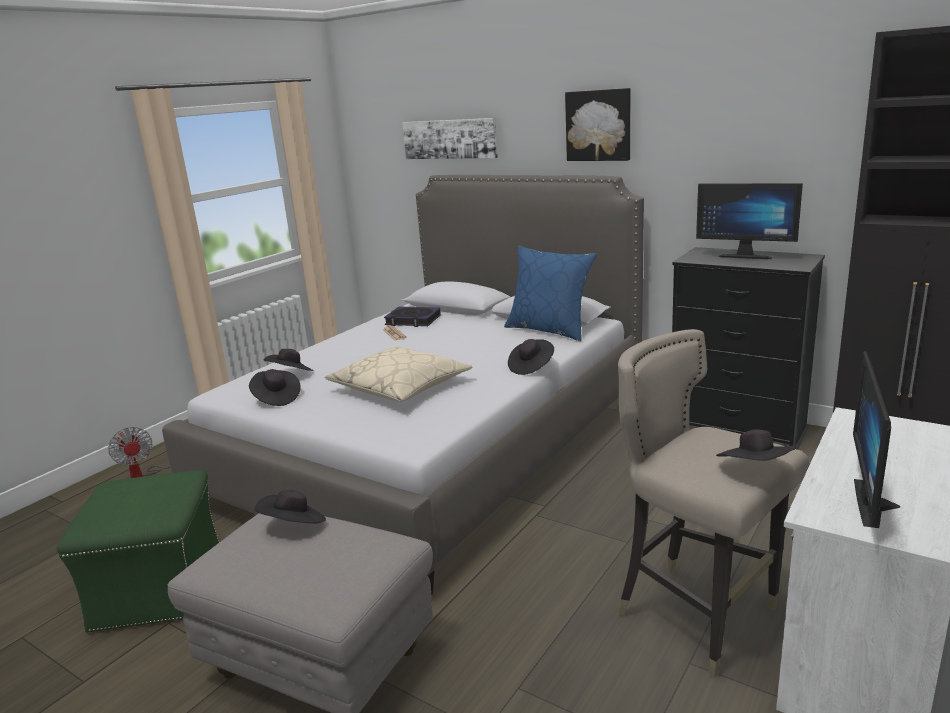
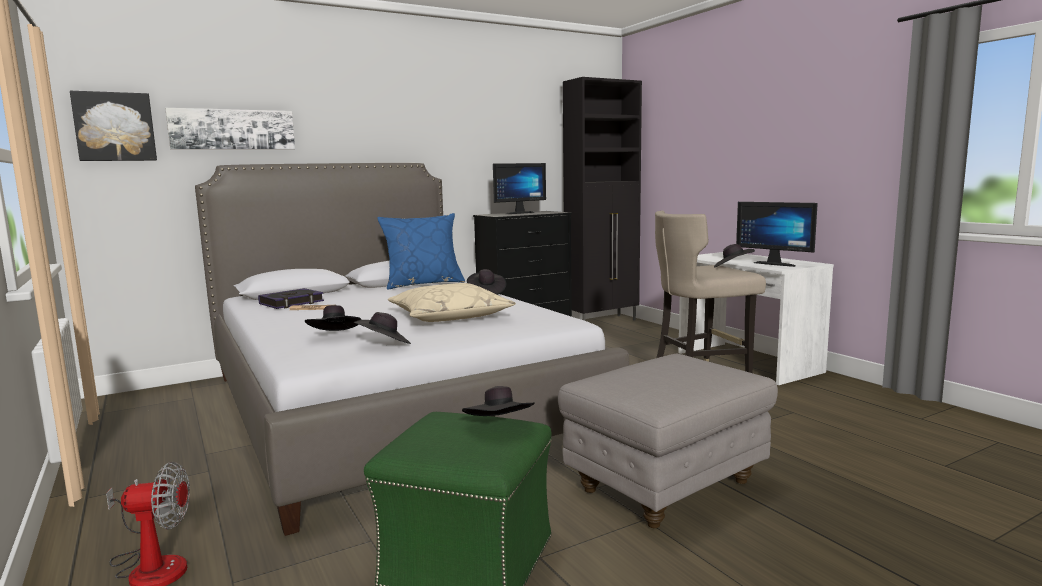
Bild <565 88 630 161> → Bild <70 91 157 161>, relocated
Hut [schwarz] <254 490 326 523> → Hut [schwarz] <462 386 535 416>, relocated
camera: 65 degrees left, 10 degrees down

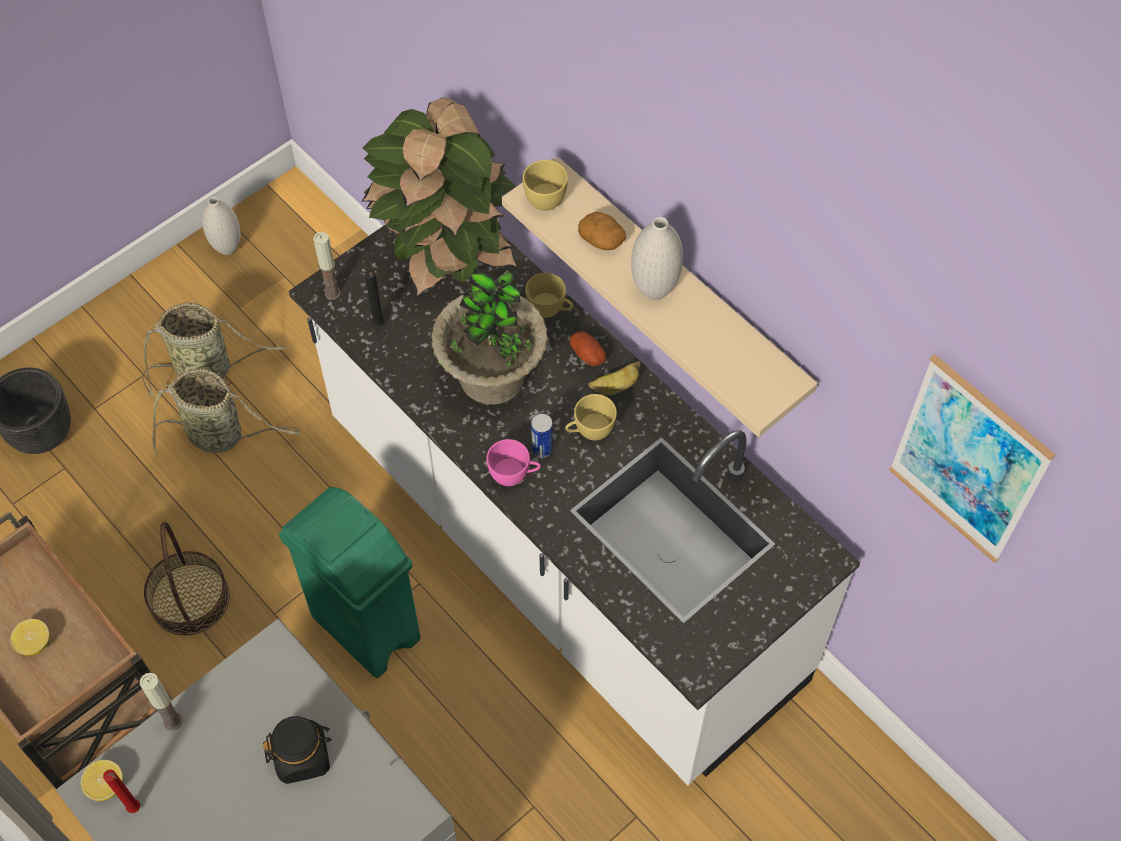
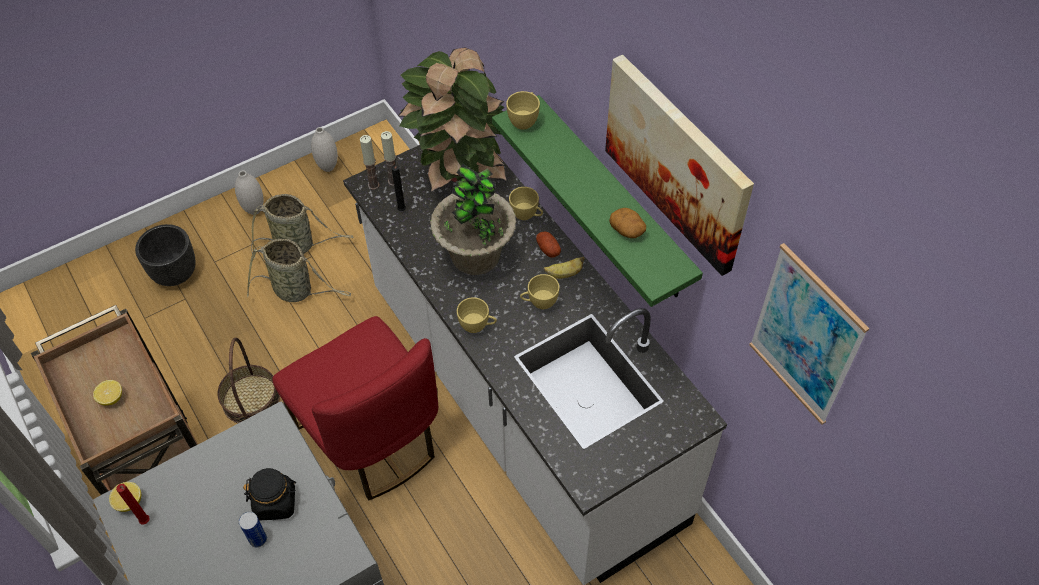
Wandregal [beige] <502 157 818 437> → Wandregal [grün] <492 95 703 307>
Kartoffel <578 212 626 250> → Kartoffel <609 208 646 238>, relocated
Vase [weiß] <631 217 683 300> → Vase [weiß] <235 171 264 215>, relocated
Dose <531 414 553 458> → Dose <239 512 267 547>, relocated
Tasse [rosa] <487 439 541 486> → Tasse [gelb] <457 297 497 333>
Mülleimer [grün] <279 487 421 678> → Stuhl [rot] <272 316 438 500>
Kerze <140 673 183 730> → Kerze <381 131 396 186>, relocated
- → Bild <605 55 754 276>
camera: 10 degrees right, 5 degrees down

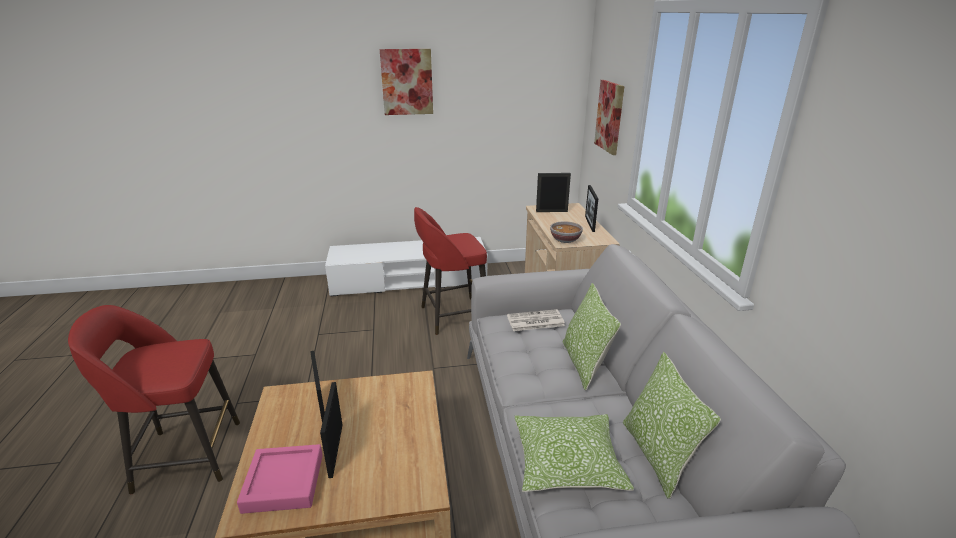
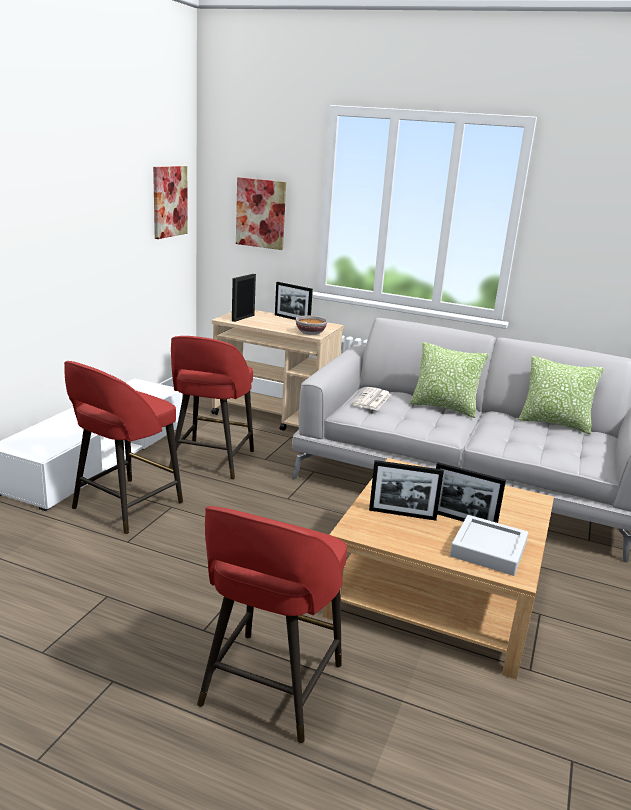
Bild <380 49 433 115> → Bild <153 166 187 239>, relocated
Kissen <515 414 634 492> → -
Tablett [rosa] <237 444 323 514> → Tablett [grau] <450 515 528 576>
- → Hocker [rot] <64 361 183 534>
camera: 60 degrees left, 5 degrees down

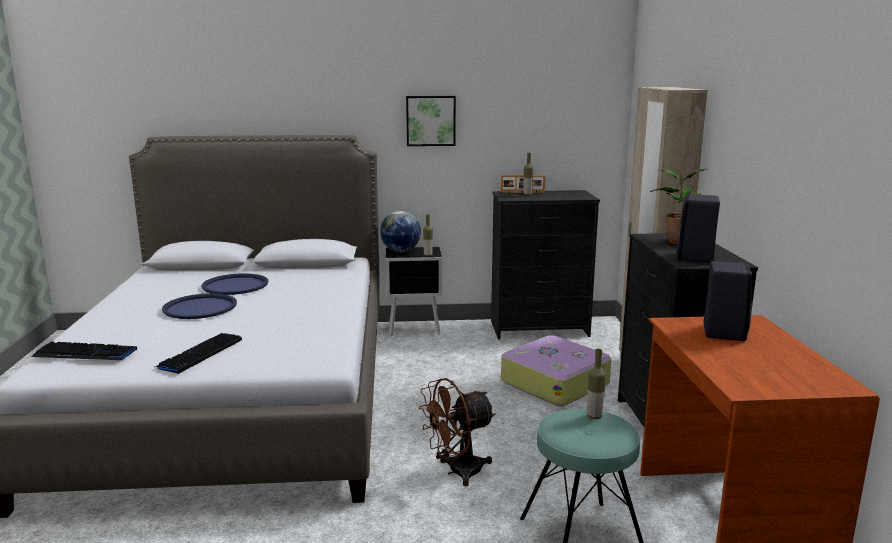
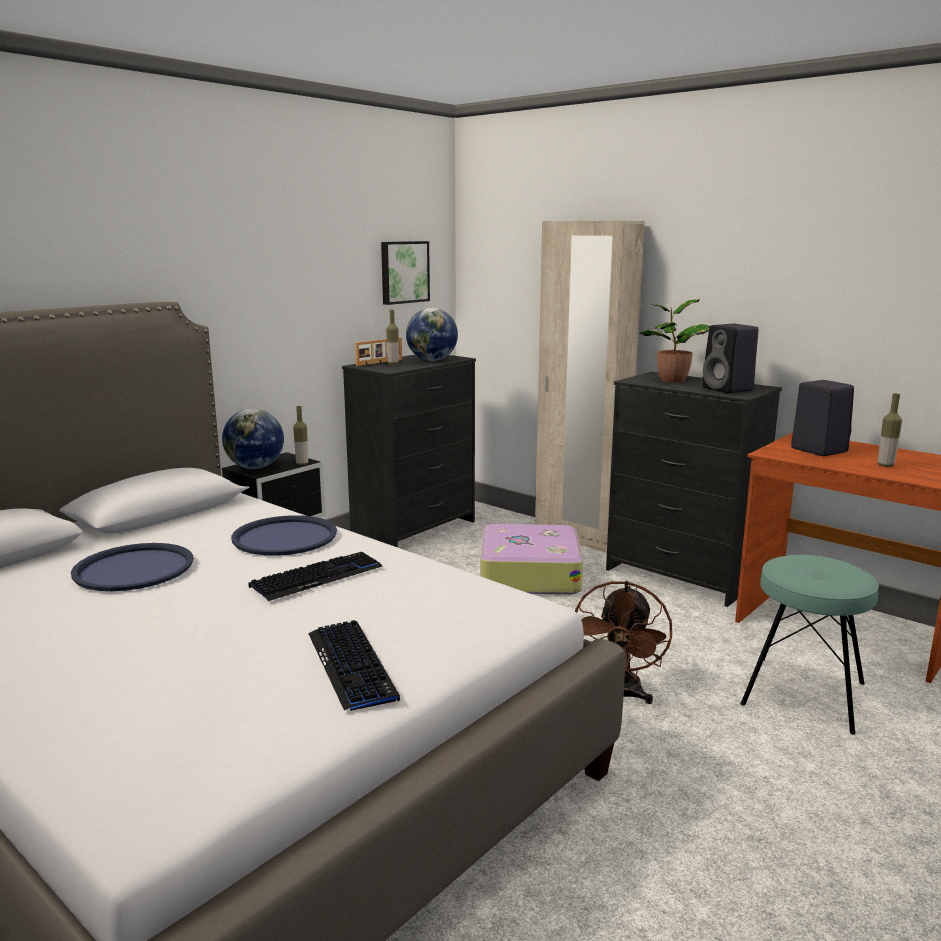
Bild <406 96 456 146> → Bild <381 241 430 305>, relocated
Tablett [blau] <162 293 237 319> → Tablett [blau] <231 515 337 556>, relocated
Tastatur <32 341 137 360> → Tastatur <248 552 382 601>, relocated
Flasche <587 349 606 419> → Flasche <878 393 902 467>, relocated
- → Globus <406 308 458 361>
camera: 45 degrees left, 0 degrees up

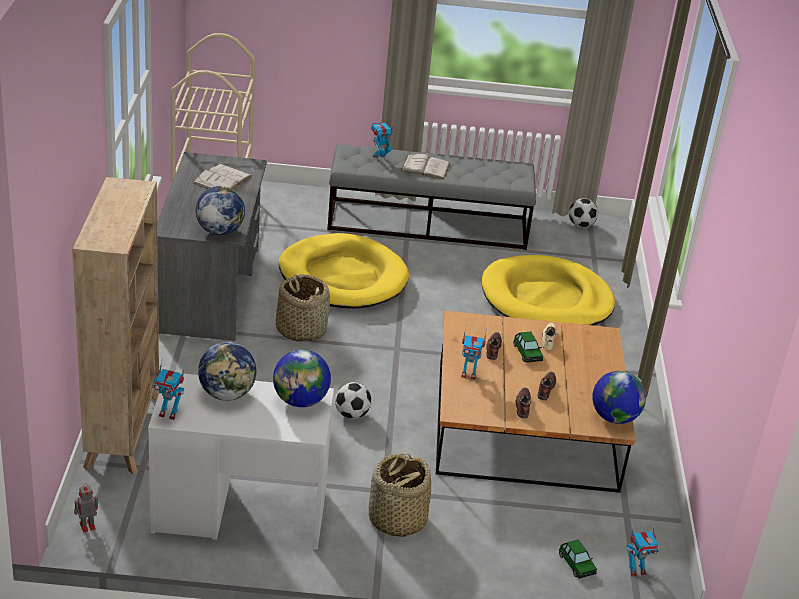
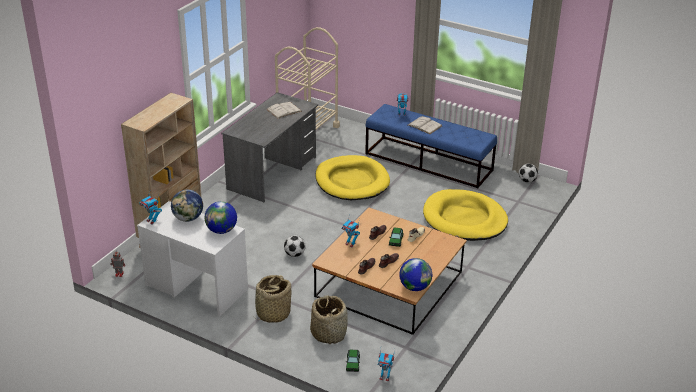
Bank [grau] <327 144 536 250> → Bank [blau] <365 104 497 188>
Globus <196 186 245 235> → -
Korb <276 274 330 342> → Korb <310 295 348 345>, relocated
camera: 30 degrees right, 0 degrees up

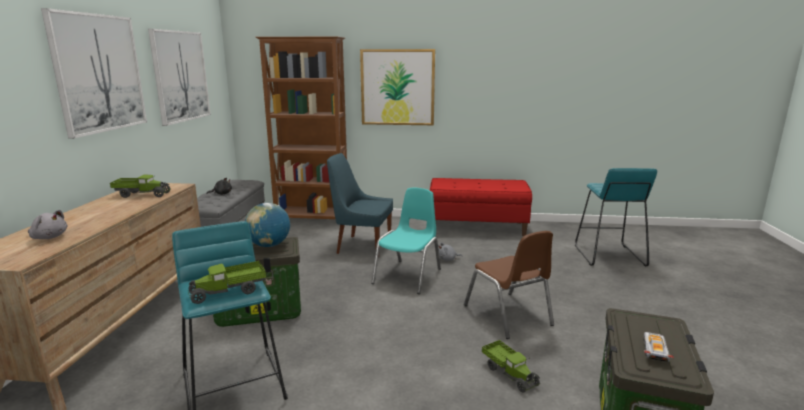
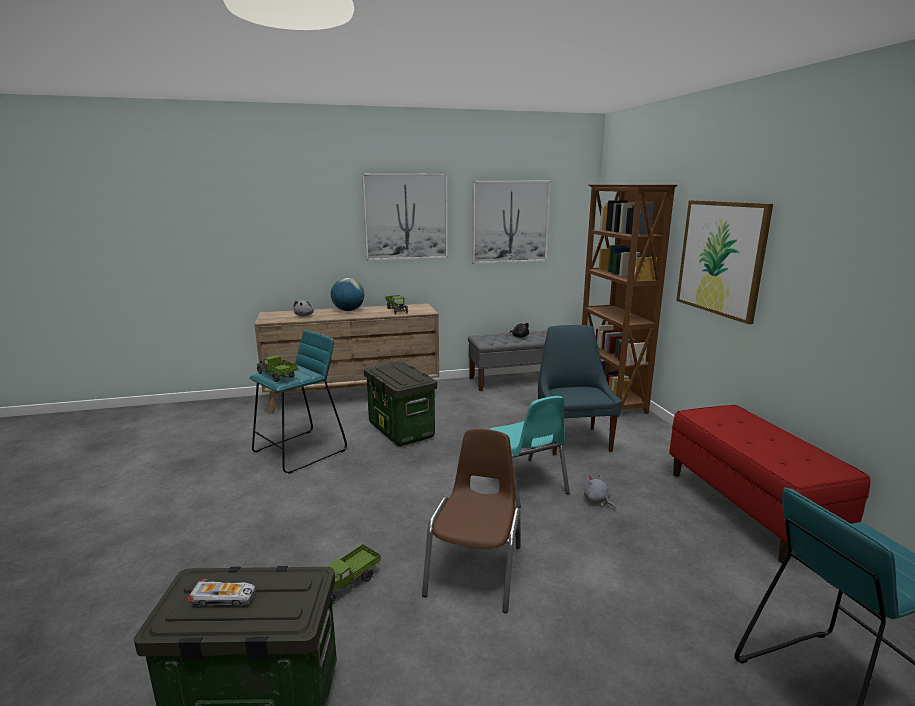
Stuhl [türkis] <371 188 441 294> → Stuhl [türkis] <490 396 570 508>, 60 degrees clockwise
Globus <245 203 290 247> → Globus <331 278 364 311>, relocated
Stuhl [braun] <464 231 554 339> → Stuhl [braun] <422 429 520 613>, 150 degrees clockwise
camera: 70 degrees right, 0 degrees up

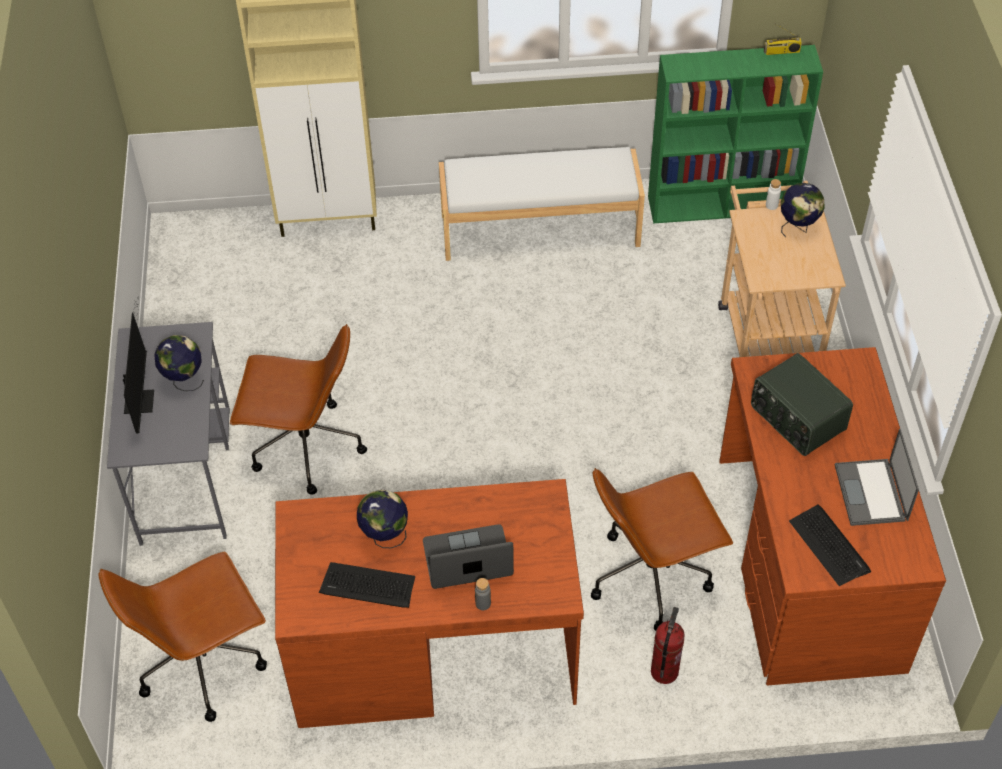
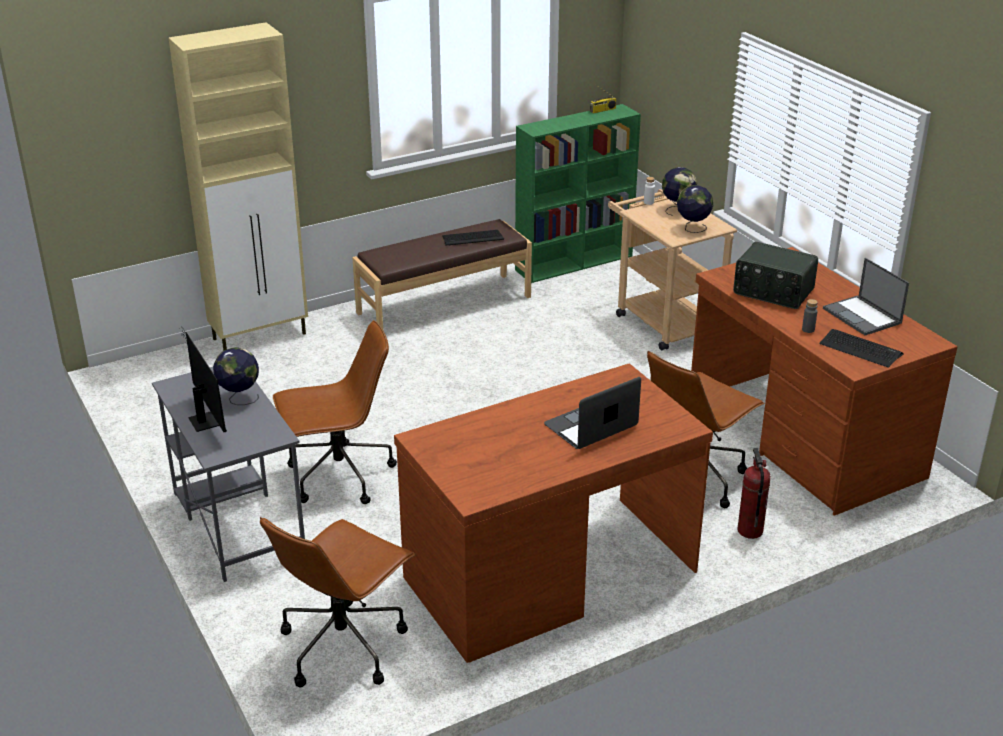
Bank [weiß] <439 147 645 261> → Bank [braun] <352 219 532 329>
Globus <357 490 408 548> → Globus <677 185 713 233>, relocated
Tastatur <319 562 415 608> → Tastatur <442 230 504 245>, relocated
Flasche [grau] <475 578 491 610> → Flasche [grau] <802 299 818 333>, relocated
camera: 25 degrees left, 20 degrees down

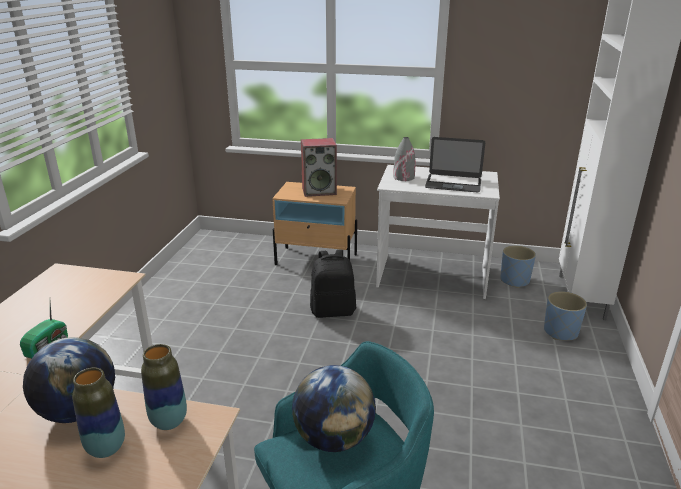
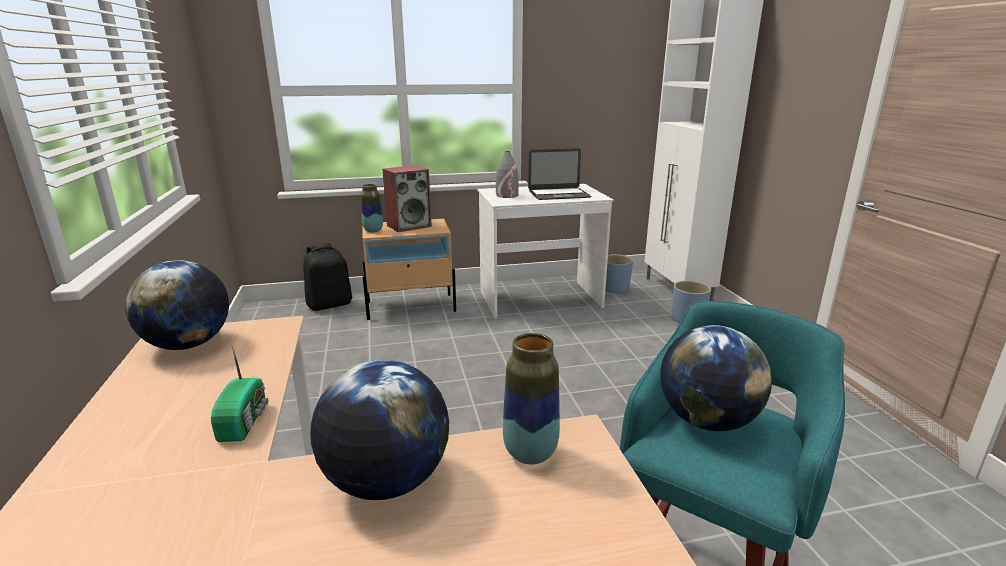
Rucksack [schwarz] <310 250 356 318> → Rucksack [schwarz] <303 243 352 311>, relocated
Vase <72 368 125 458> → Vase <361 184 383 233>, relocated
- → Globus <125 260 229 350>
camera: 25 degrees left, 5 degrees down

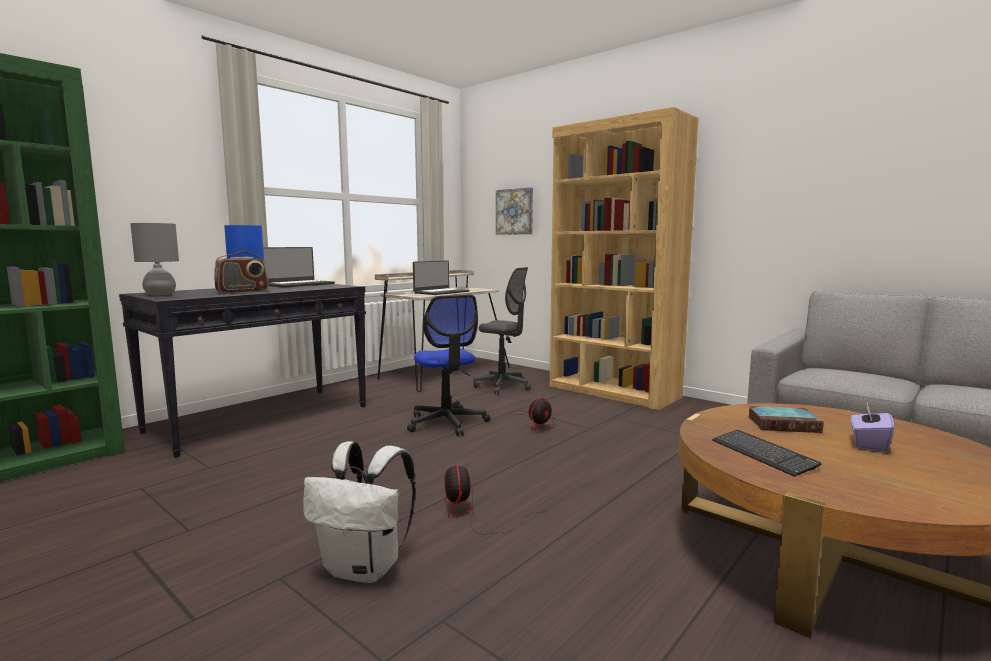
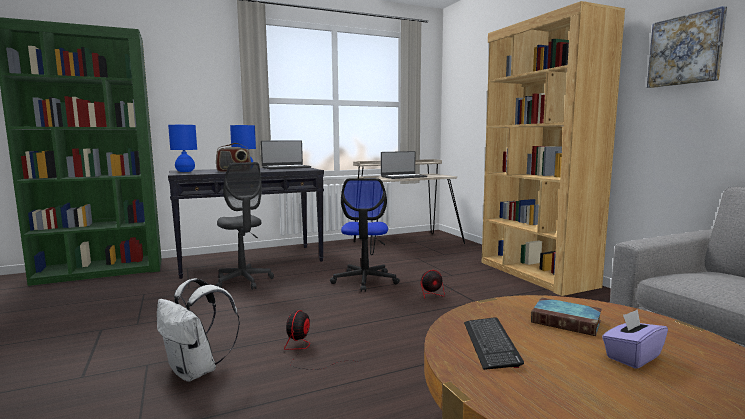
Bild <496 187 533 235> → Bild <647 6 727 88>, relocated
Tischlampe [grau] <130 223 179 296> → Tischlampe [blau] <168 125 197 172>
Bürostuhl [grau] <473 267 531 394> → Bürostuhl [grau] <216 162 274 290>, relocated
camera: 25 degrees right, 0 degrees up

